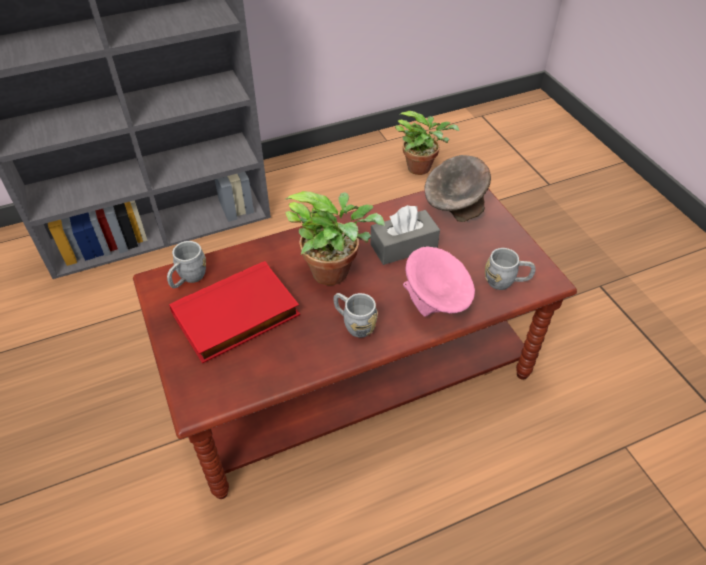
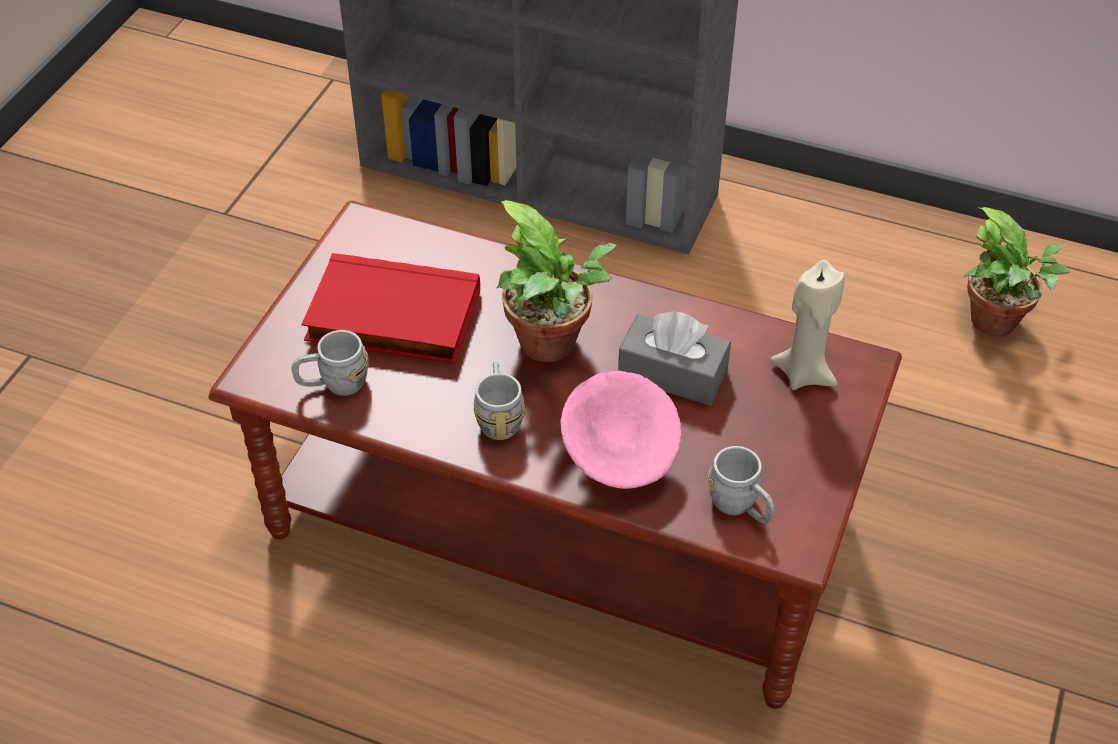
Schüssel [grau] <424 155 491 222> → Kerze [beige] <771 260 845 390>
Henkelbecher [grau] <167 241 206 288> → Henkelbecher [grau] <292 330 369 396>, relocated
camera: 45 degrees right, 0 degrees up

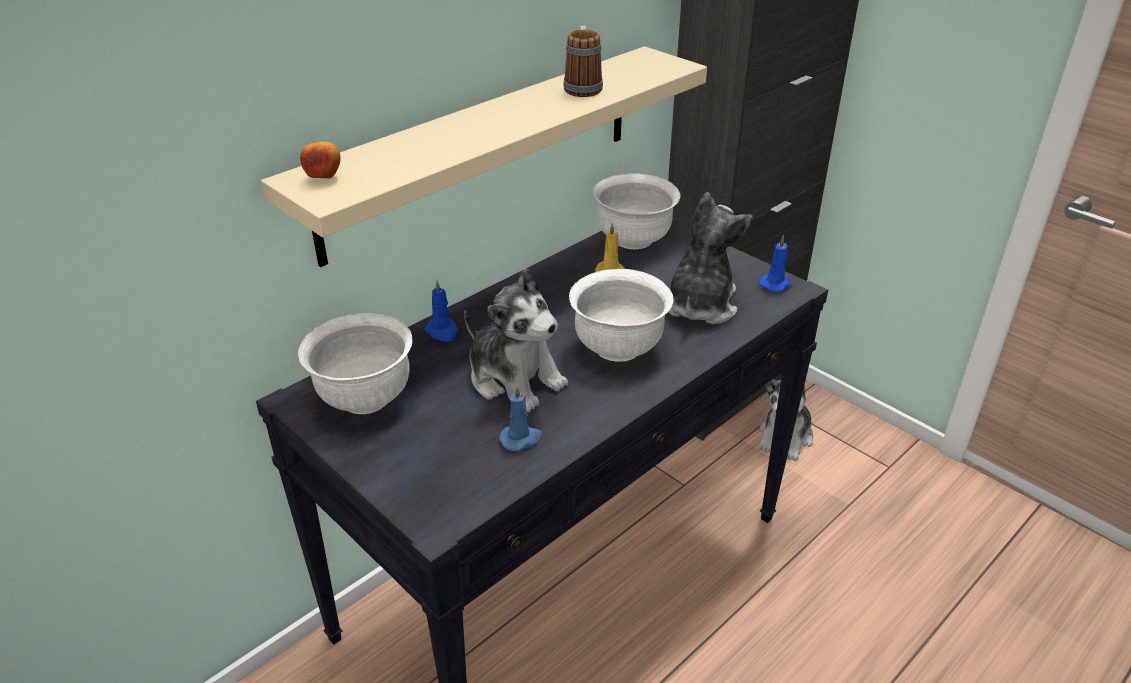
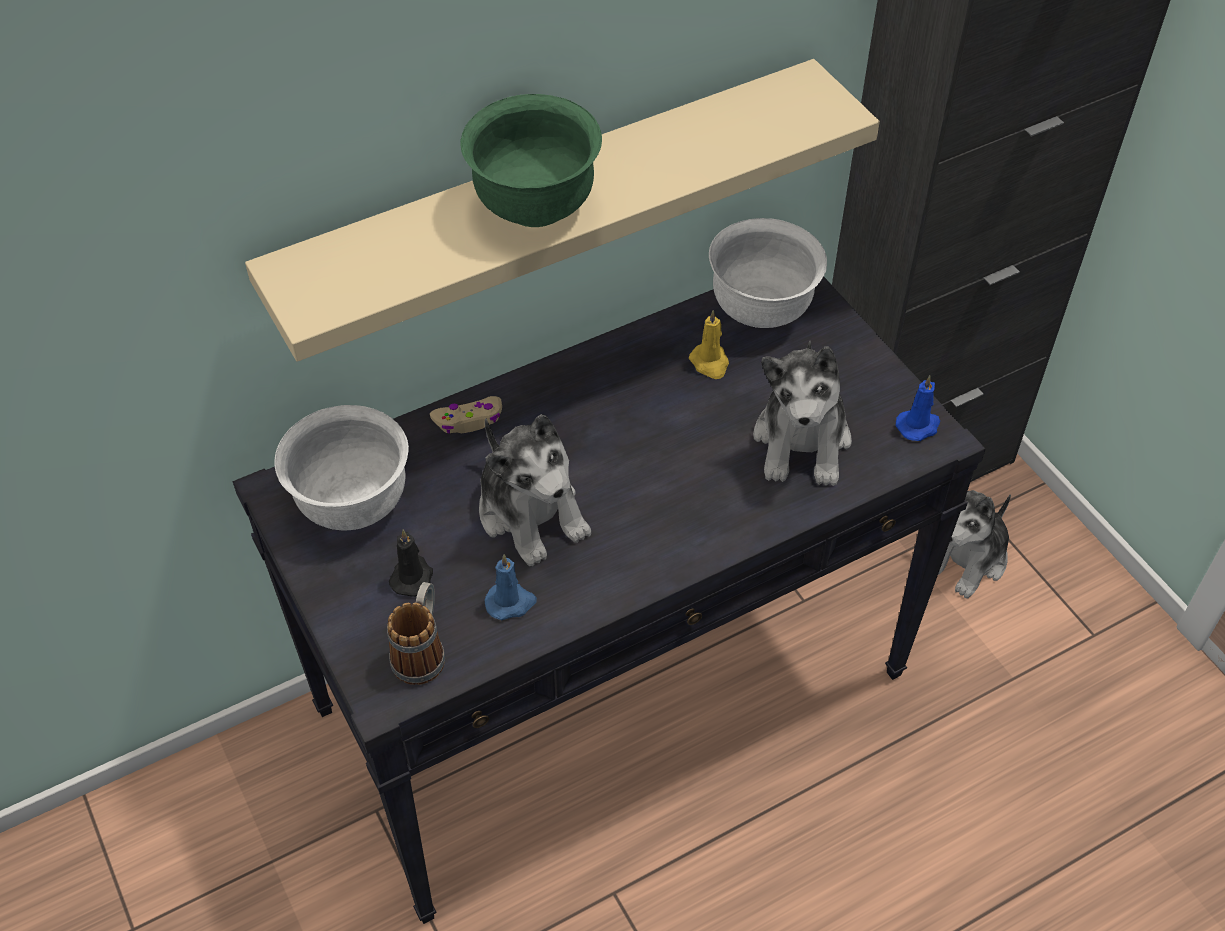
Henkelbecher <563 26 603 97> → Henkelbecher <387 582 445 685>, relocated
Apfel <300 141 341 179> → -
Plüschtier <668 192 753 324> → Plüschtier <753 341 852 486>, 150 degrees clockwise
Schüssel [weiß] <569 269 673 362> → -
Kerze [blau] <424 280 458 342> → Gamepad [beige] <430 396 502 434>
- → Schüssel [grün] <460 94 602 227>
- → Kerze [schwarz] <389 529 433 597>
camera: 15 degrees right, 15 degrees up

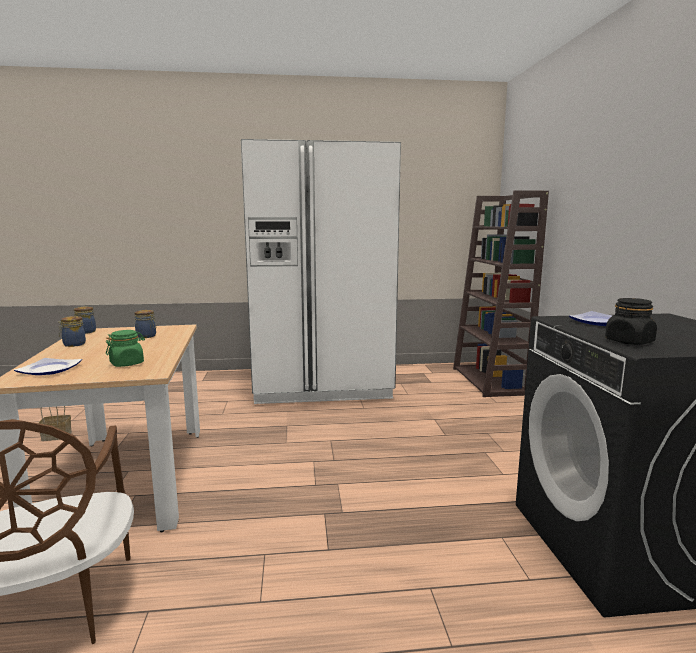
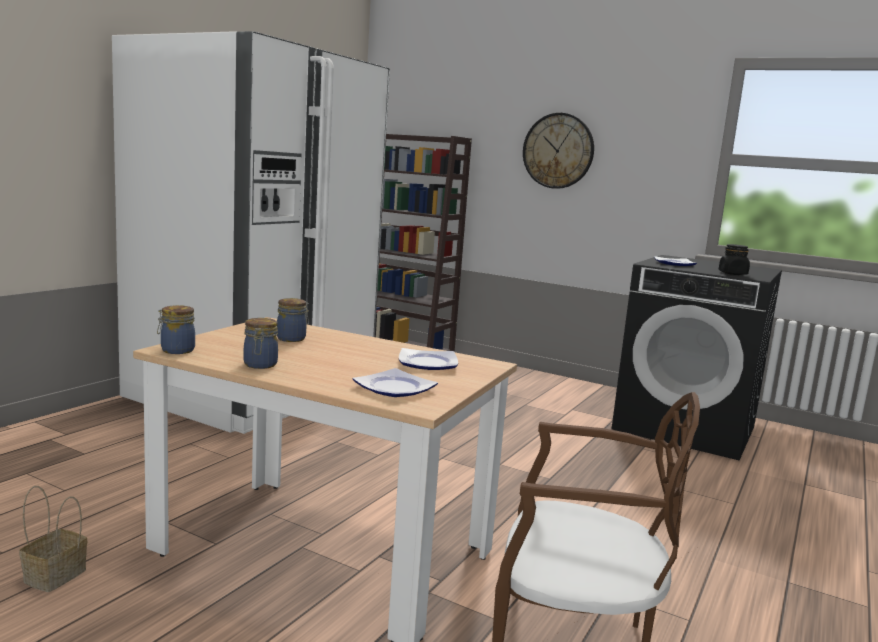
Vorratsglas [grün] <106 330 145 367> → Teller <399 348 458 370>
- → Wanduhr <523 113 594 189>
camera: 55 degrees left, 0 degrees up

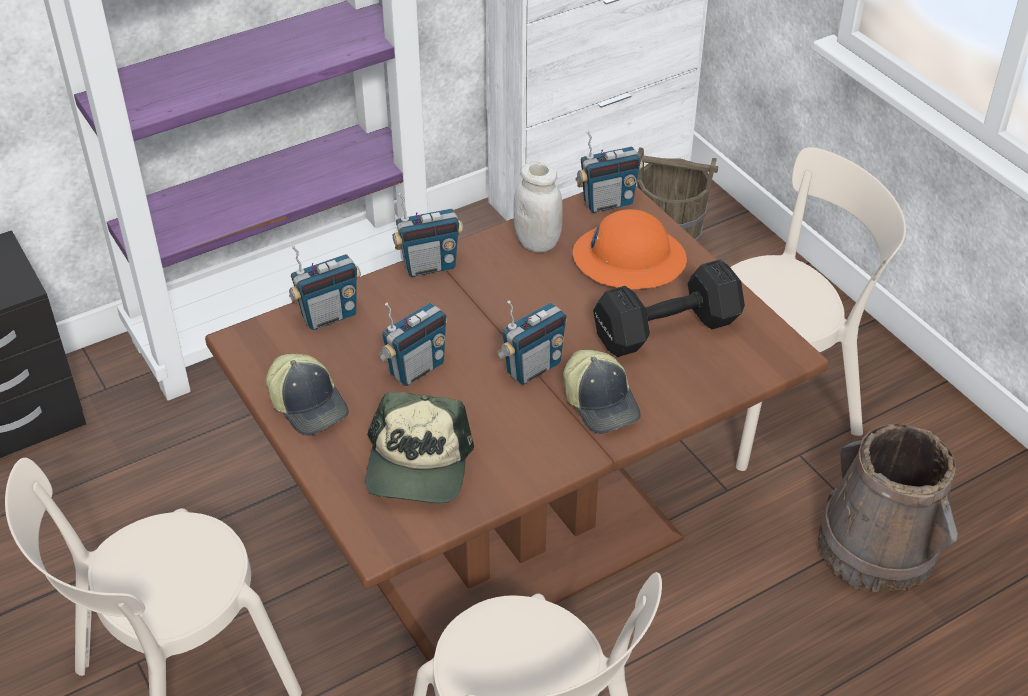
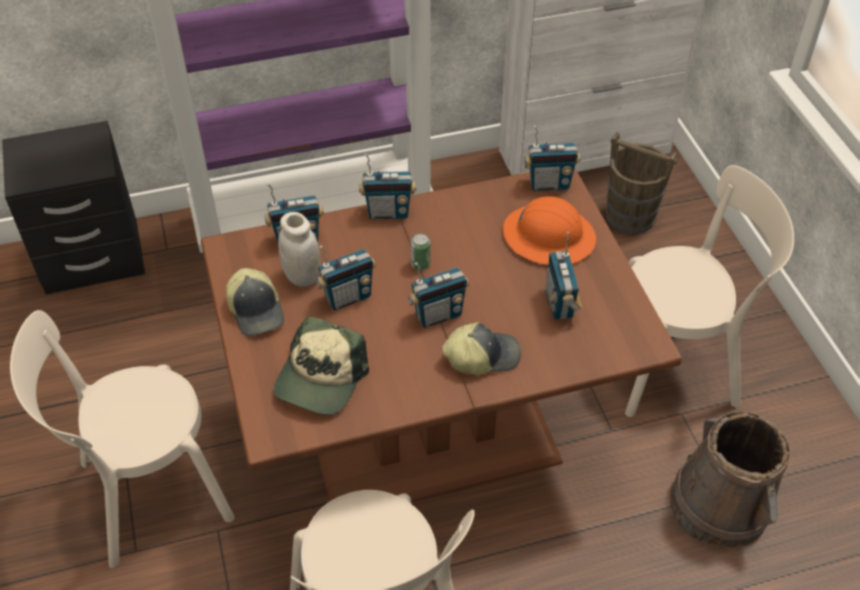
Vorratsglas [weiß] <514 161 563 252> → Vorratsglas [weiß] <278 212 321 287>, relocated
Hantel [schwarz] <593 259 745 357> → Radio <545 232 583 320>
Kappe <563 350 641 434> → Kappe <442 322 521 375>, 90 degrees counterclockwise
- → Dose <411 233 430 270>
camera: 15 degrees right, 5 degrees up

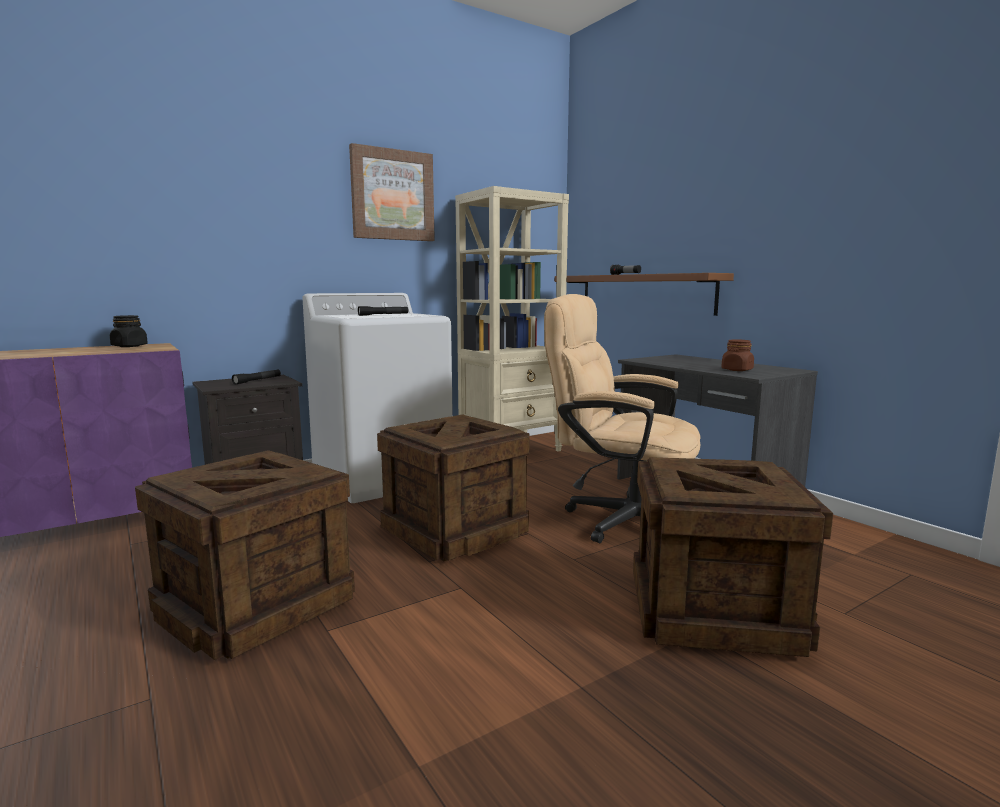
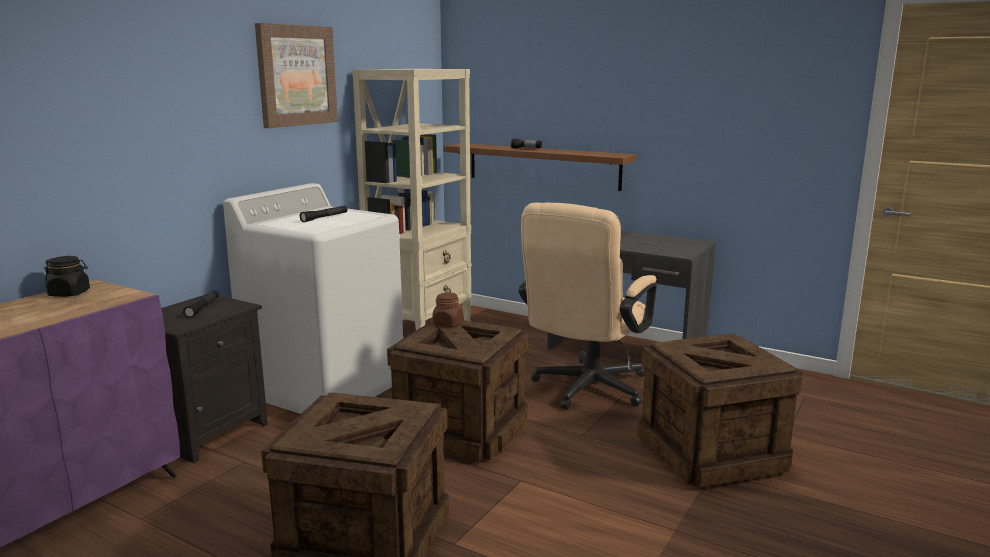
Bürostuhl [beige] <544 294 700 543> → Bürostuhl [beige] <518 202 657 410>, 60 degrees counterclockwise
Vorratsglas [braun] <721 339 754 371> → Vorratsglas [braun] <432 292 463 327>, relocated
camera: 25 degrees left, 5 degrees up

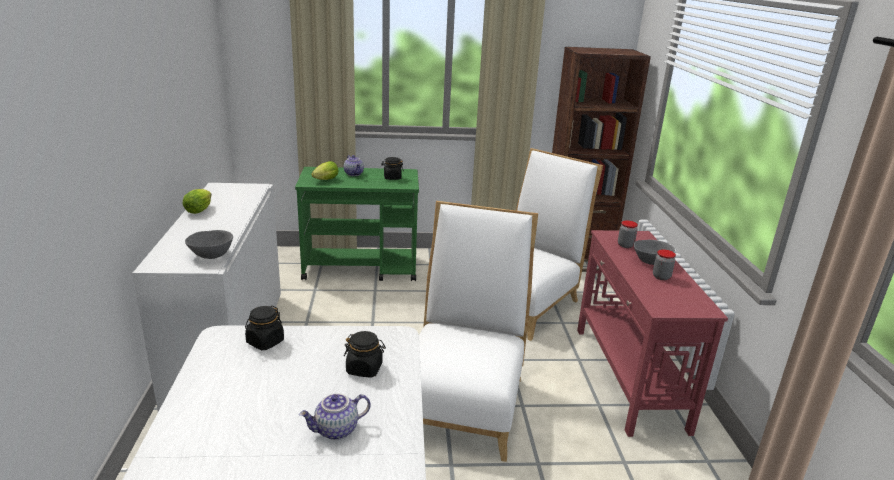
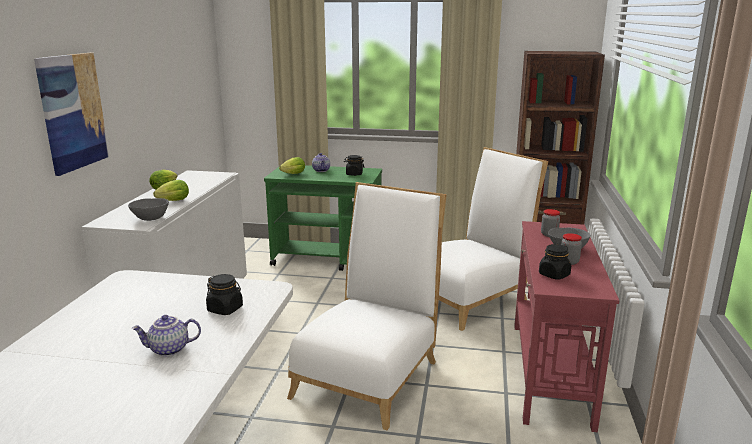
Vorratsglas [schwarz] <245 306 284 350> → Vorratsglas [schwarz] <539 244 571 280>, relocated
- → Bild <34 53 109 176>
- → Salatkopf <153 180 189 201>
camera: 15 degrees right, 5 degrees down

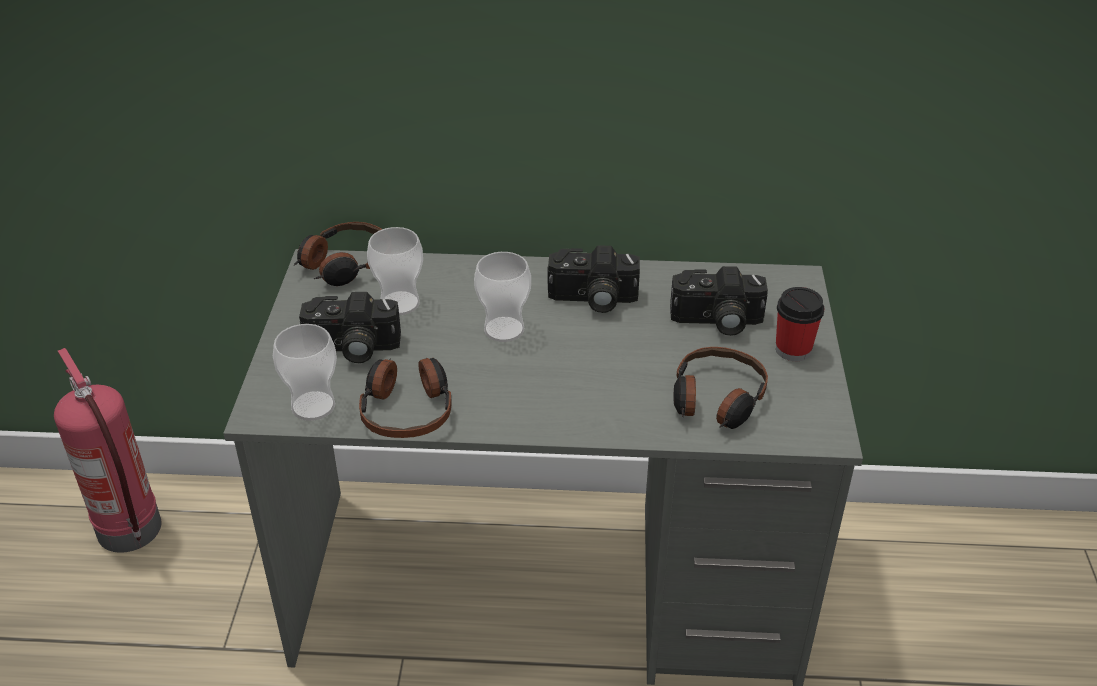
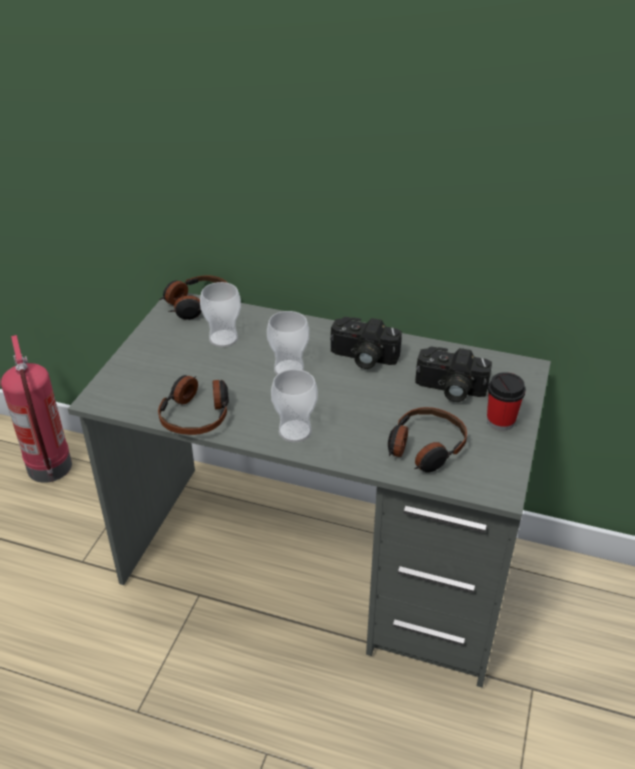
Kamera <299 292 401 363> → -
Tasse <273 324 337 421> → Tasse <271 369 318 442>, relocated
camera: 15 degrees right, 0 degrees up

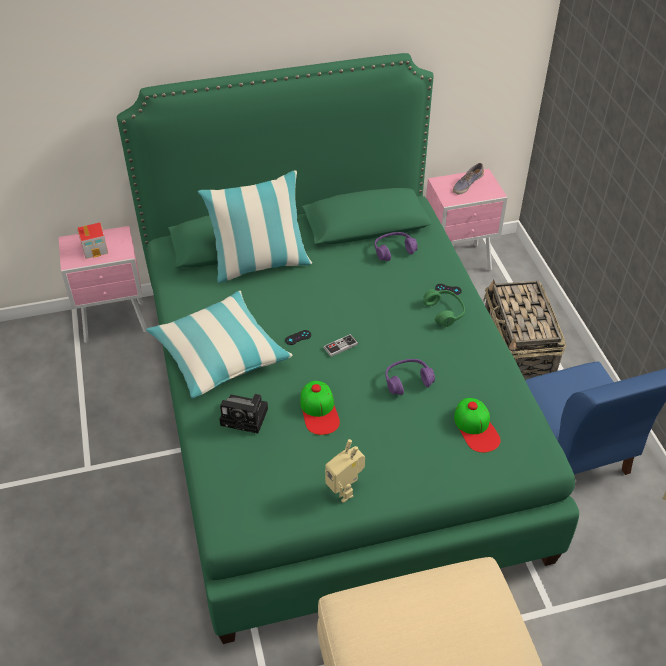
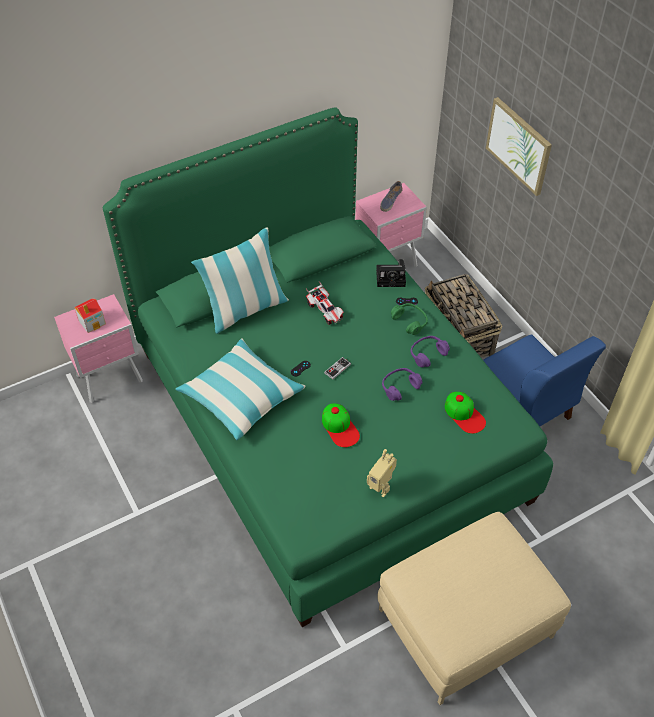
Kopfhörer [lila] <375 232 418 261> → Kopfhörer [lila] <411 336 450 367>, relocated
Kamera <220 394 268 434> → Kamera <376 259 406 287>, relocated
- → Bild <486 97 552 196>
- → Spielzeugauto <306 281 344 325>
camera: 15 degrees left, 5 degrees up

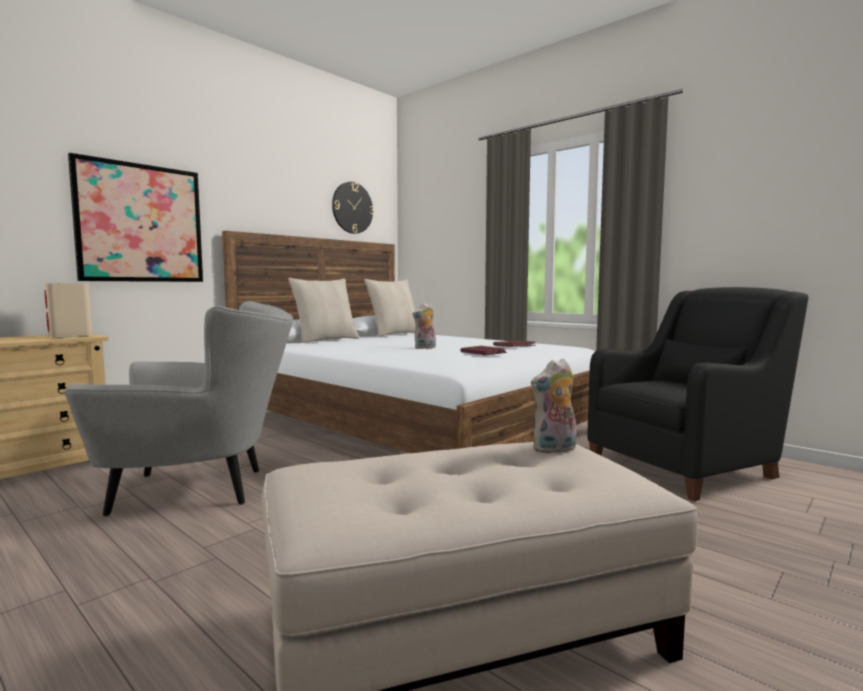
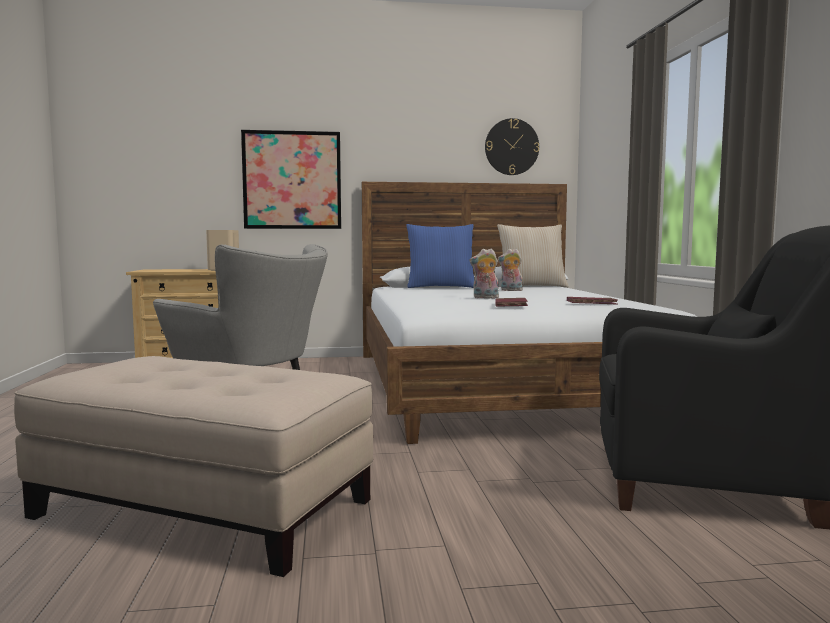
Kissen [beige] <288 278 360 343> → Kissen [blau] <406 224 474 288>
Plüschtier <531 358 577 454> → Plüschtier <498 249 523 291>, relocated
camera: 40 degrees right, 0 degrees up

